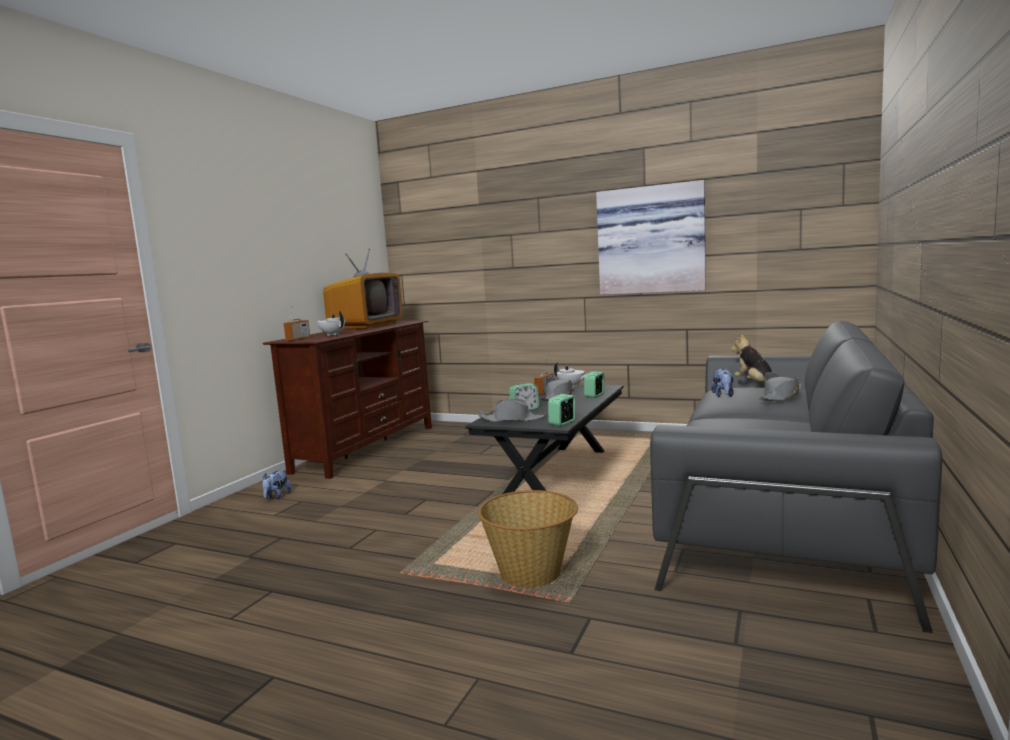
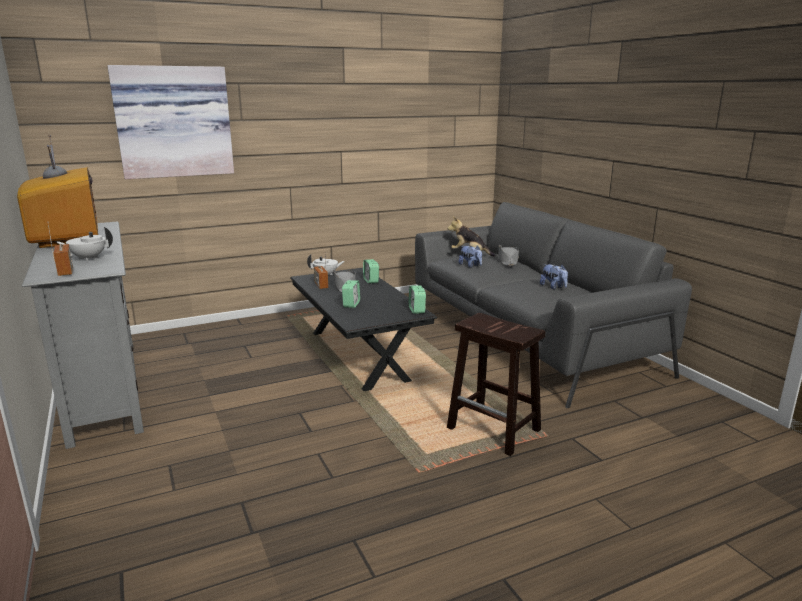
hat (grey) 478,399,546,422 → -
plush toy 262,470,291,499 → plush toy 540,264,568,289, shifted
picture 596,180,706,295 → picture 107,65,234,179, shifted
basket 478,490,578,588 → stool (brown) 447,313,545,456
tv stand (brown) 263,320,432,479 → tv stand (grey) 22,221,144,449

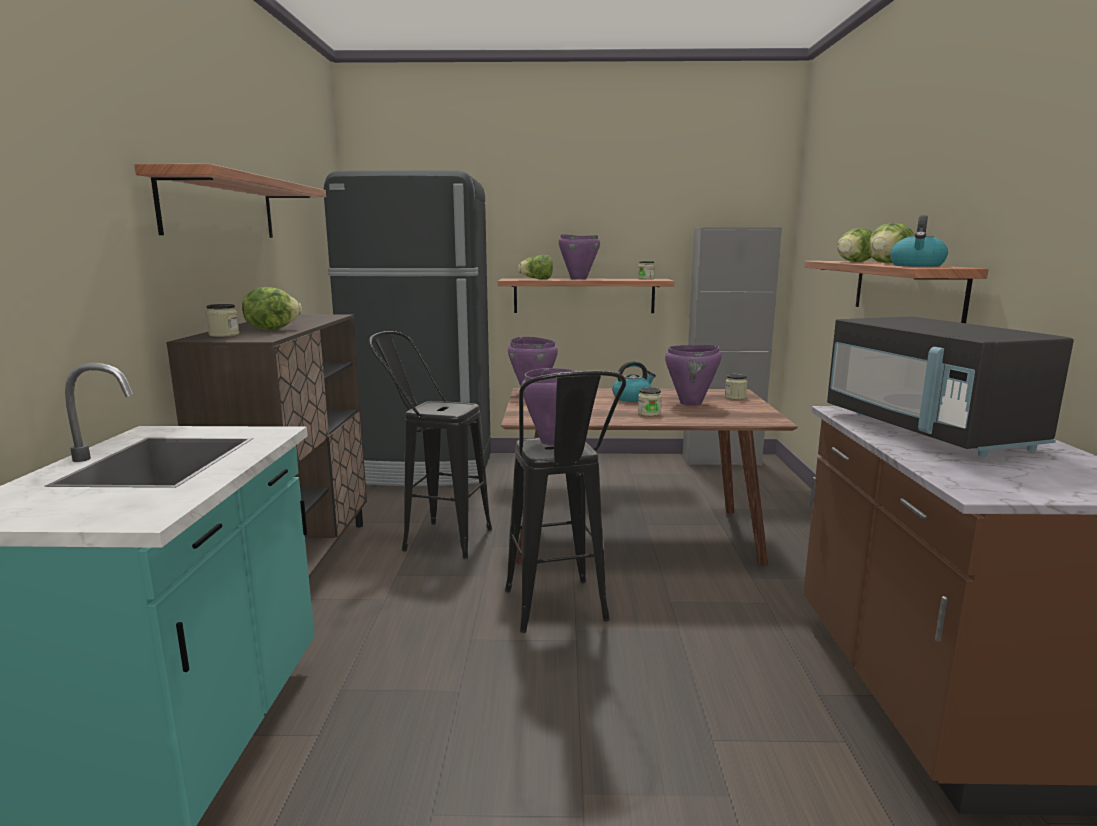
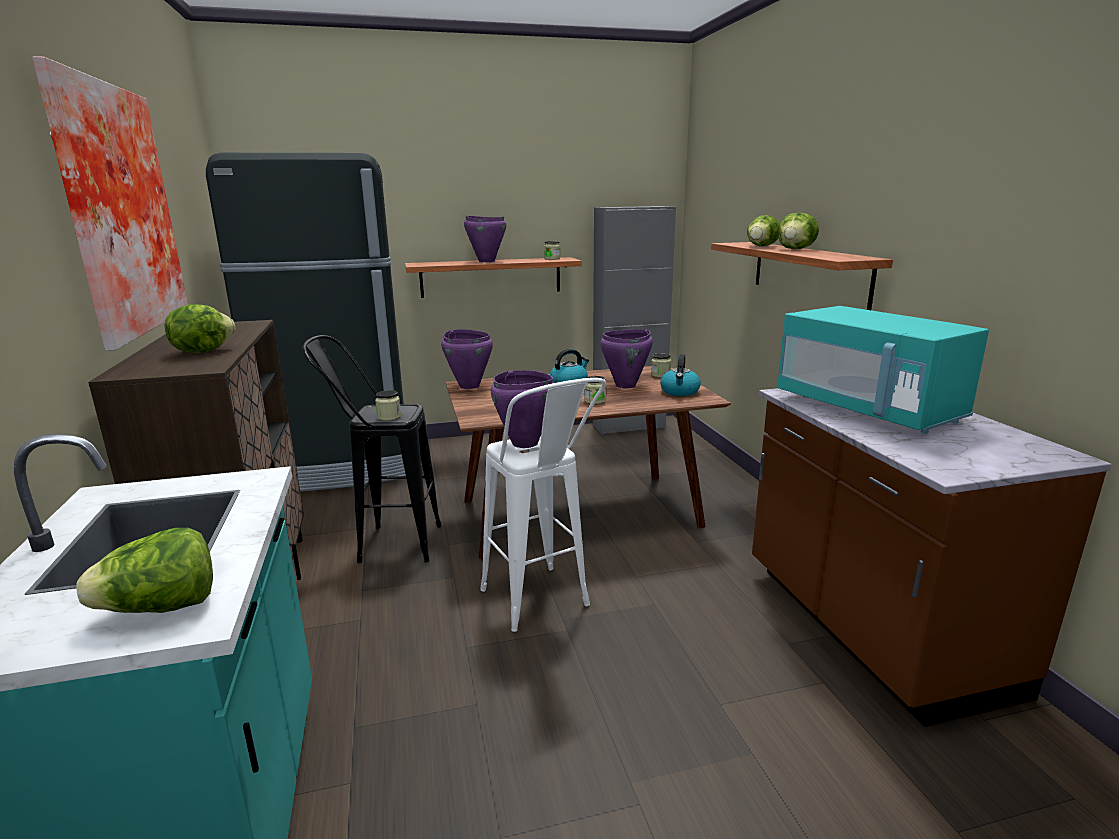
jar 206,304,239,337 → jar 375,390,401,421, shifted
lettuce 518,255,553,279 → lettuce 76,528,213,613, shifted
kettle 890,215,948,267 → kettle 660,354,701,396, shifted
shelf 134,164,326,238 → picture 32,56,188,351
stool (black) 505,371,626,633 → stool (white) 480,378,606,632
microwave (black) 827,316,1074,457 → microwave (turquoise) 777,306,989,434

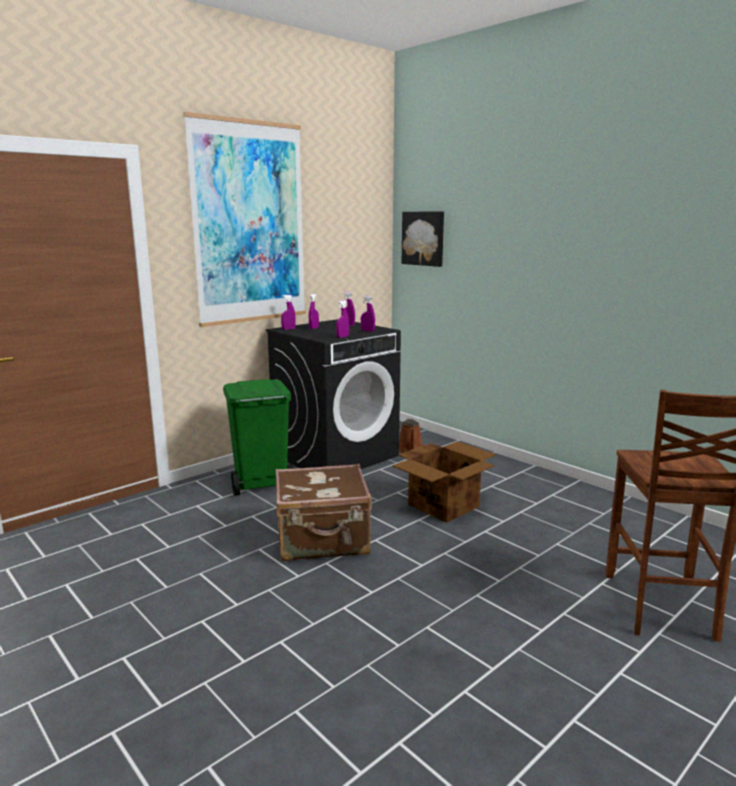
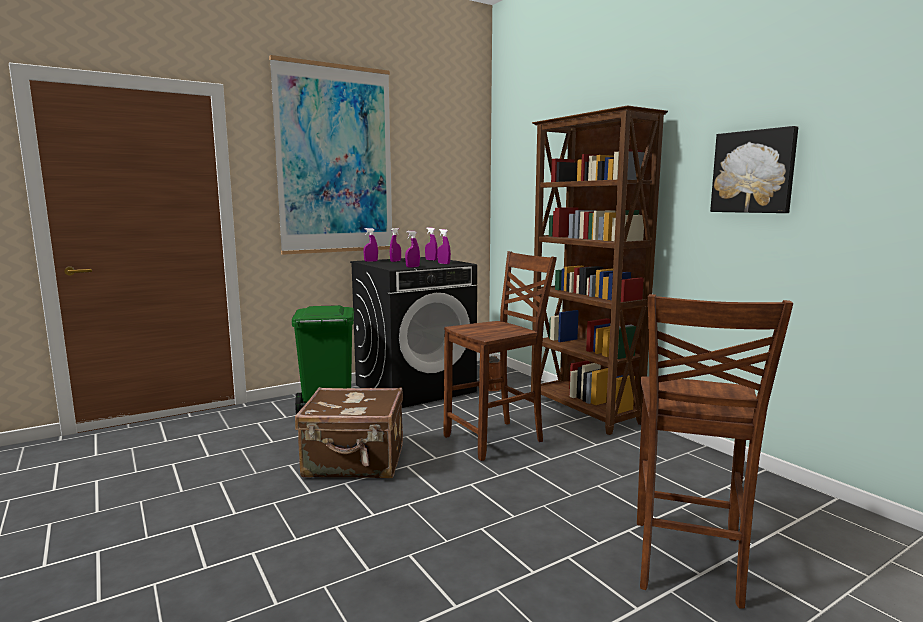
- → bookcase (brown) 531,105,668,435
picture 402,211,444,267 → picture 710,126,798,213, shifted
cardboard box 393,441,496,523 → chair (brown) 444,251,557,461

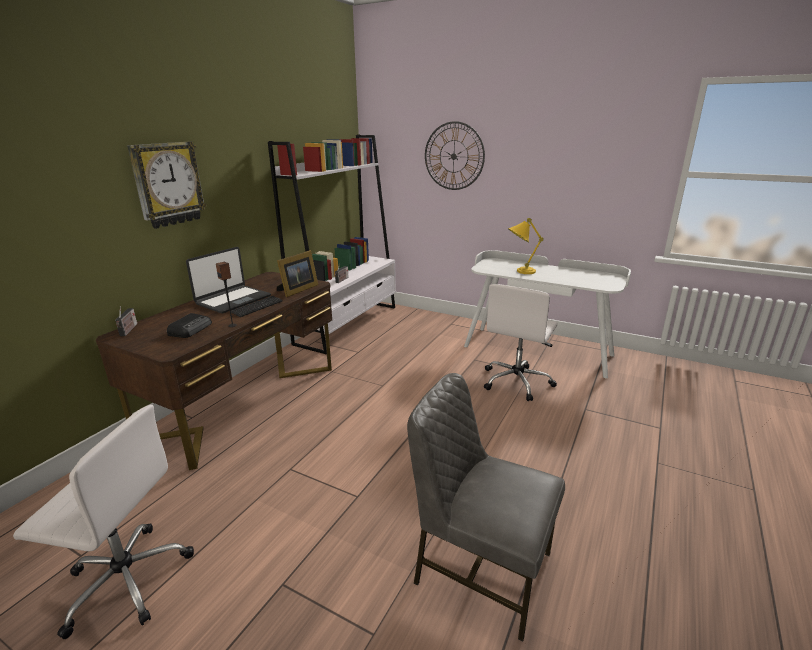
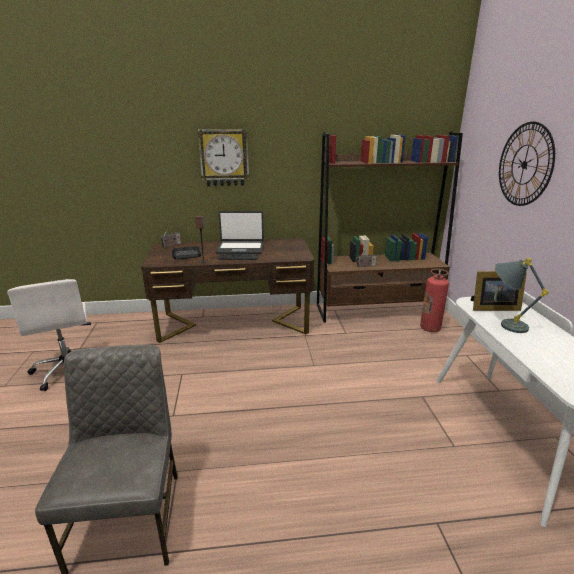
office chair (white) 484,284,558,401 → -
- → fire extinguisher 420,269,449,332
picture frame 277,250,318,297 → picture frame 471,271,527,311, shifted
bookcase (white) 268,135,396,354 → bookcase (brown) 317,132,463,323
table lamp (yellow) 508,218,544,274 → table lamp (grey) 495,258,549,333

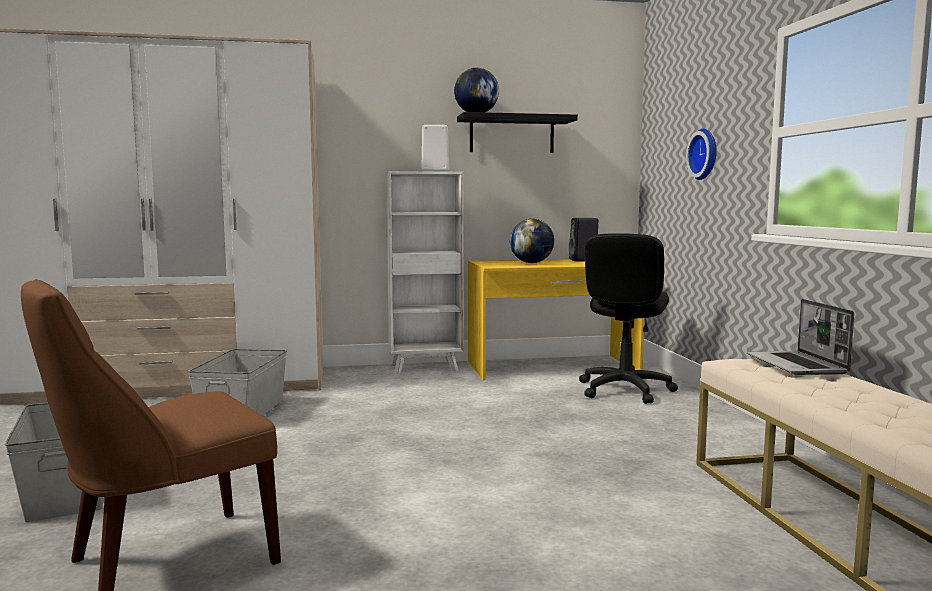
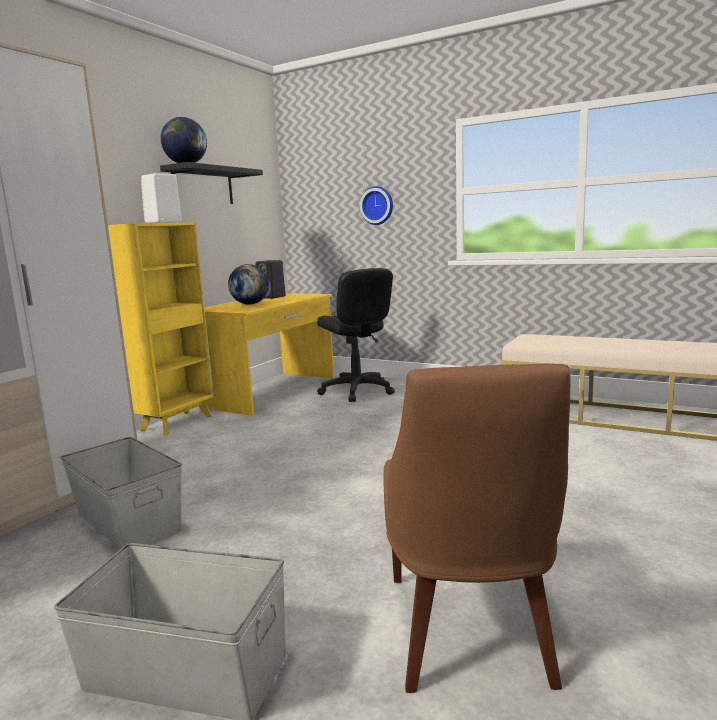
laptop 747,299,854,375 → -
bookcase (white) 386,171,464,374 → bookcase (yellow) 108,222,214,436

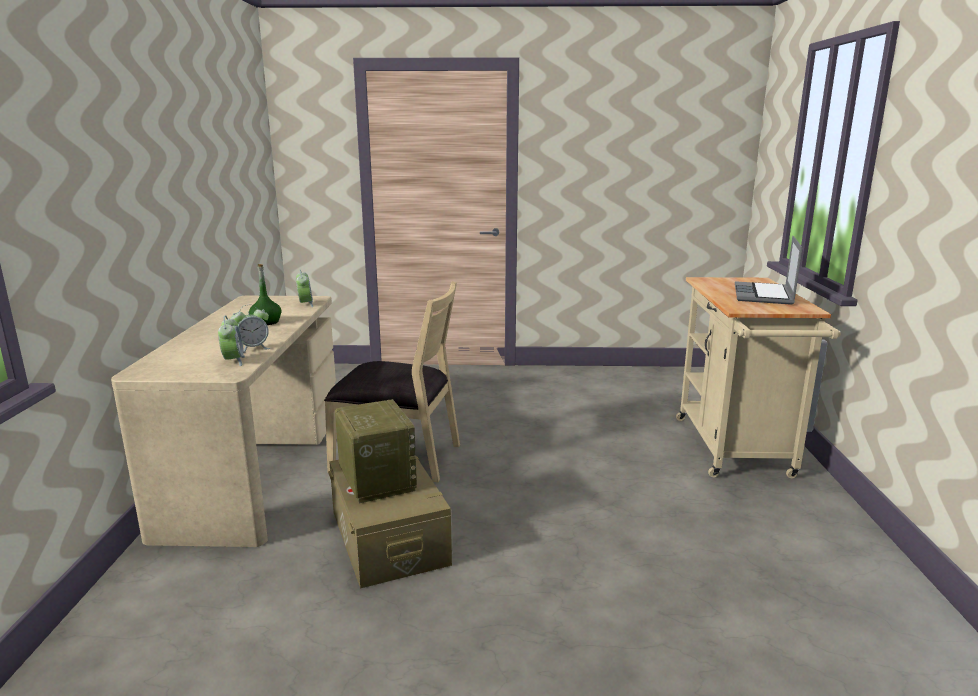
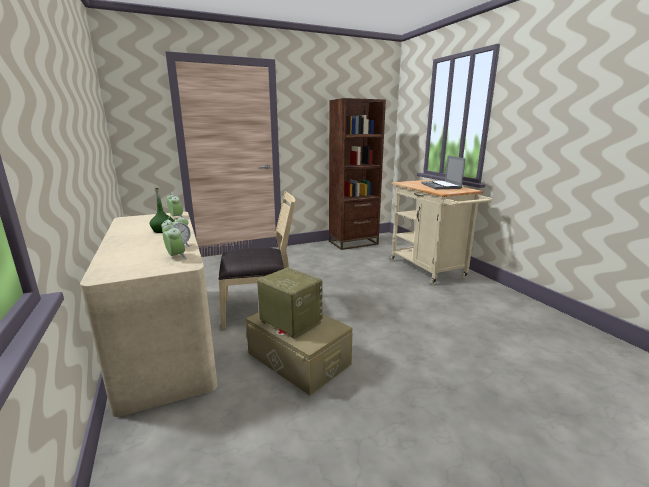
- → bookcase (brown) 329,98,386,250

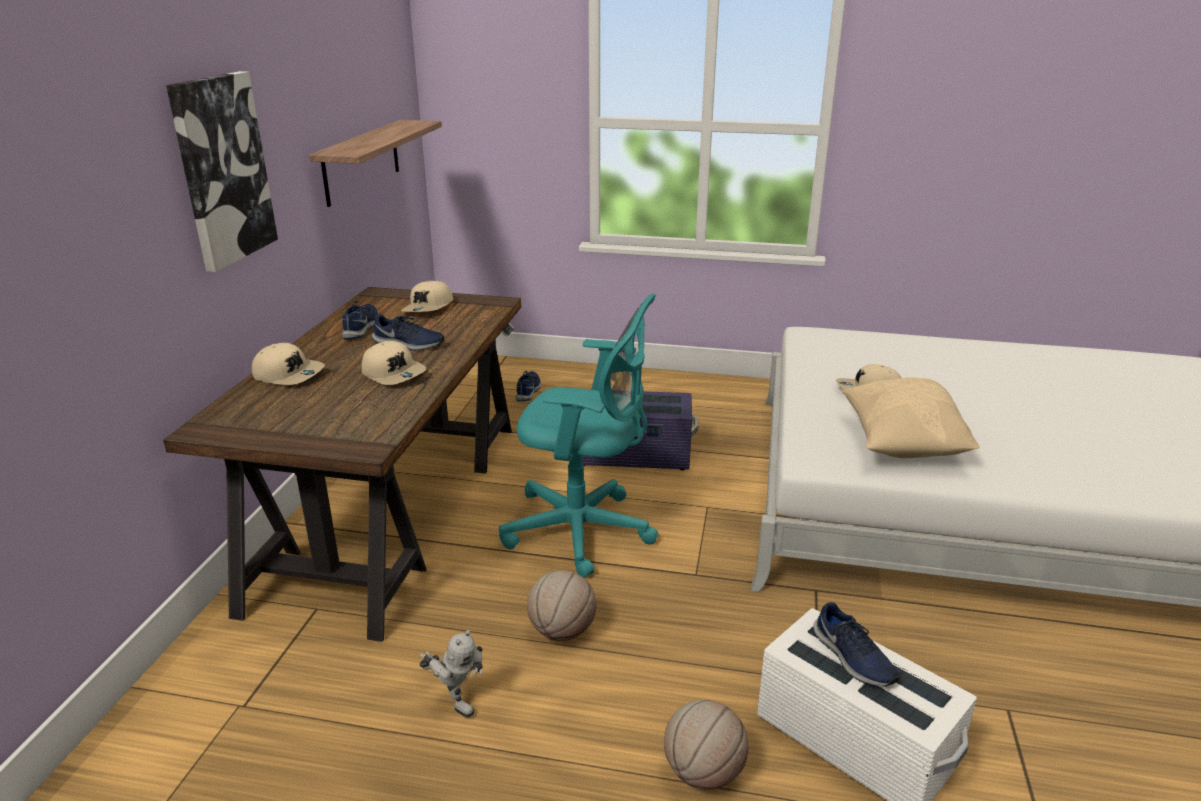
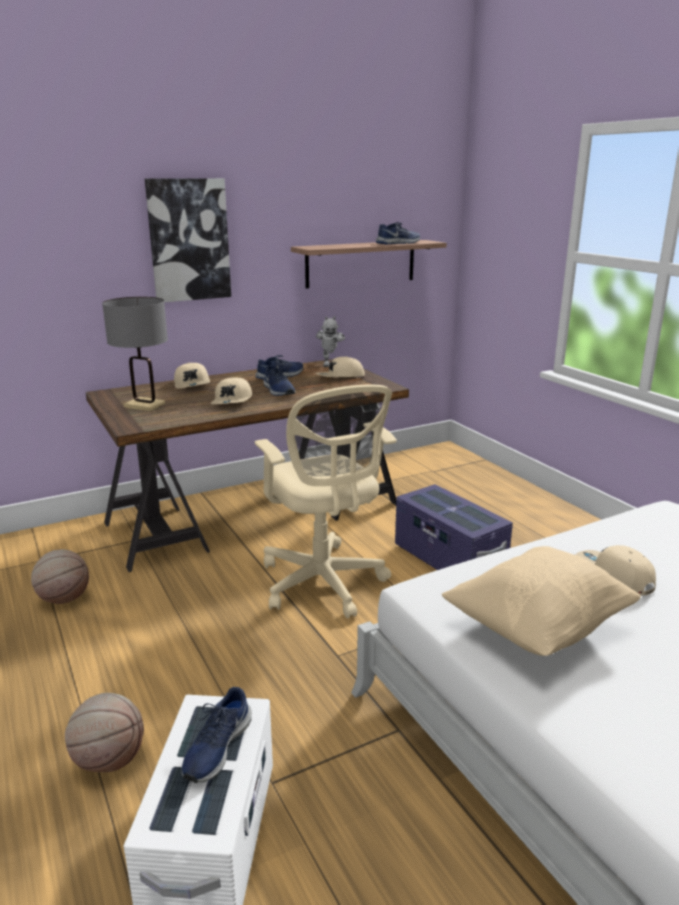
- → table lamp (grey) 102,297,168,411
toy robot 419,630,483,717 → toy robot 316,316,345,367, shifted
shoe (blue) 516,371,541,401 → shoe (blue) 376,222,420,244, shifted
basketball 527,570,597,641 → basketball 31,549,89,604, shifted
office chair (turquoise) 499,293,658,578 → office chair (beige) 255,384,397,619

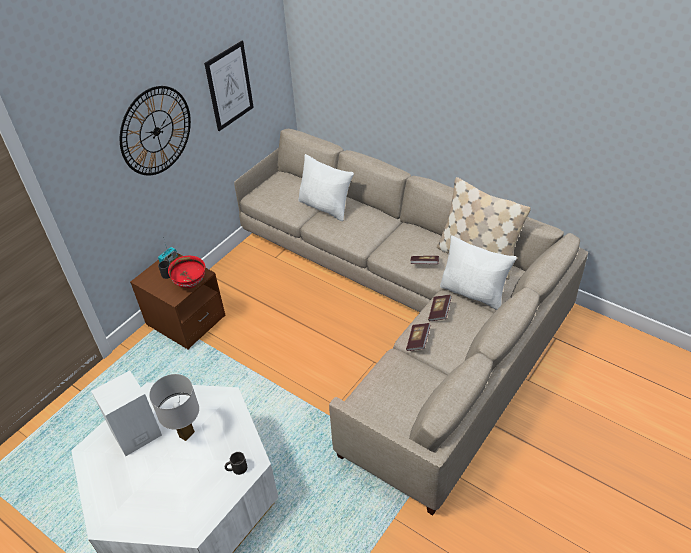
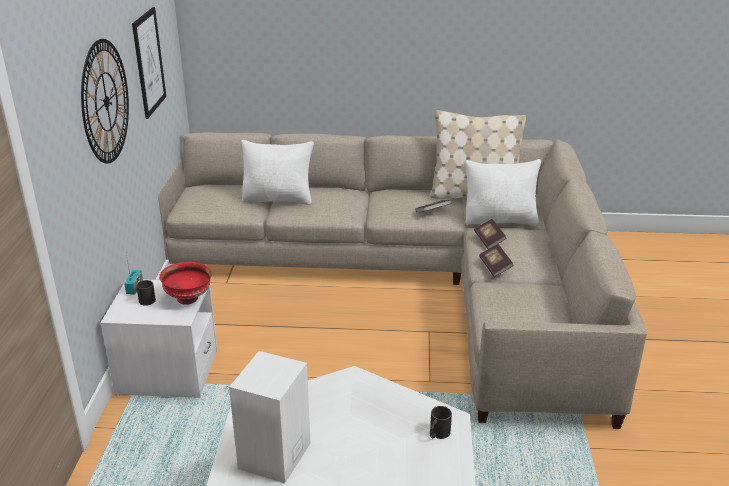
table lamp (white) 149,374,199,441 → -
nightstand (brown) 130,253,226,349 → nightstand (white) 100,279,218,398

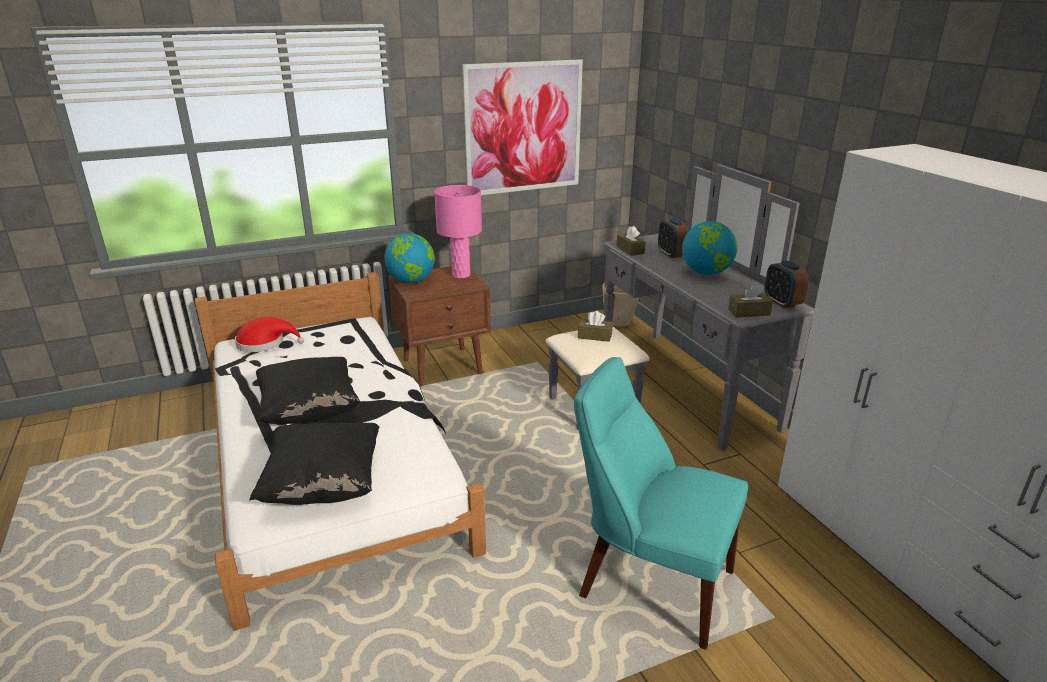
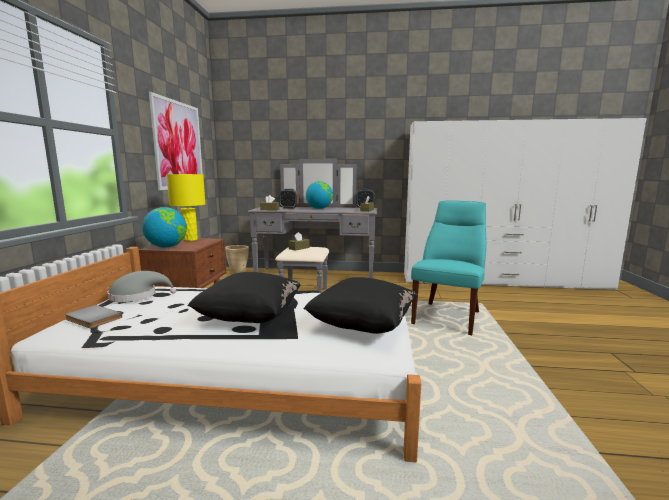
- → hat (grey) 107,271,177,302
hat (red) 235,317,304,352 → book (grey) 65,305,122,328
table lamp (pink) 434,185,482,278 → table lamp (yellow) 166,174,205,241
chair (turquoise) 574,357,748,650 → chair (turquoise) 411,201,487,335, 150 degrees clockwise

